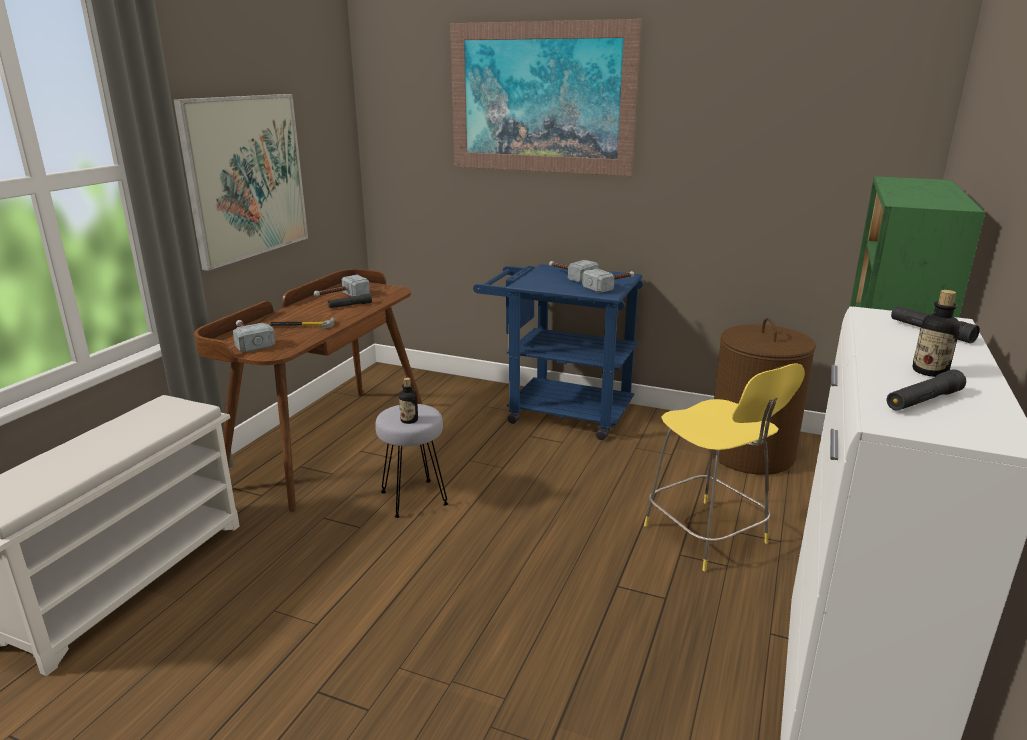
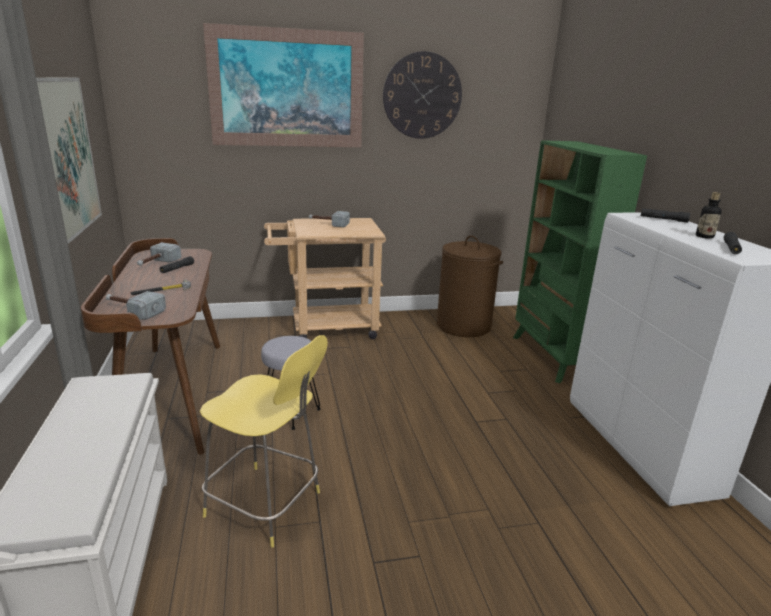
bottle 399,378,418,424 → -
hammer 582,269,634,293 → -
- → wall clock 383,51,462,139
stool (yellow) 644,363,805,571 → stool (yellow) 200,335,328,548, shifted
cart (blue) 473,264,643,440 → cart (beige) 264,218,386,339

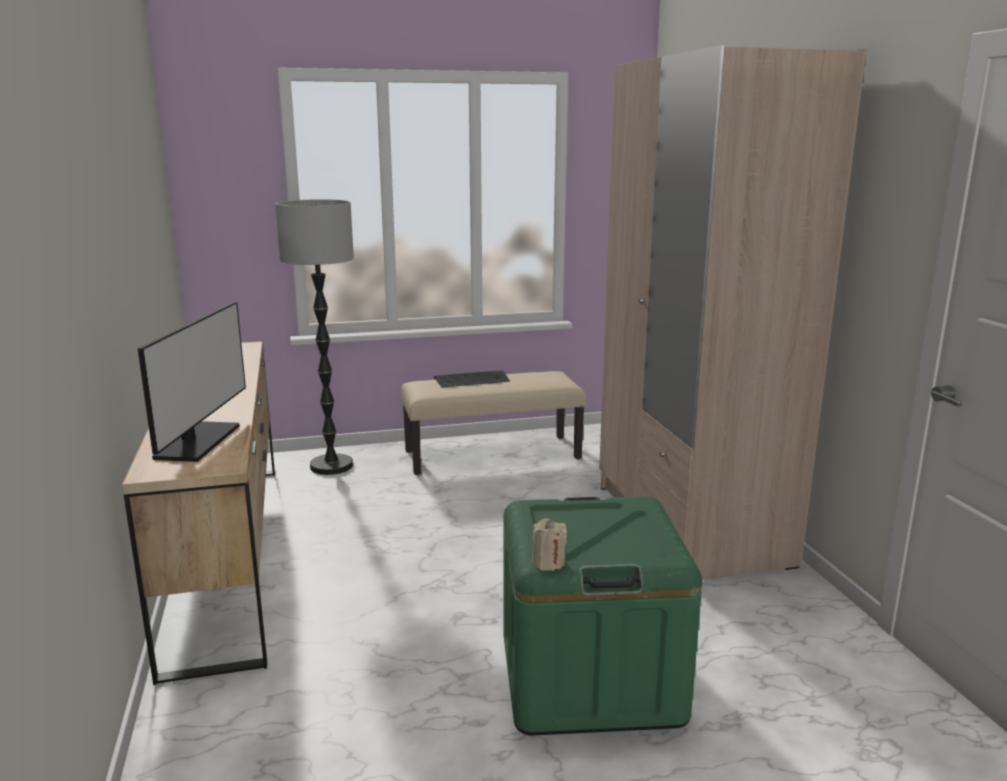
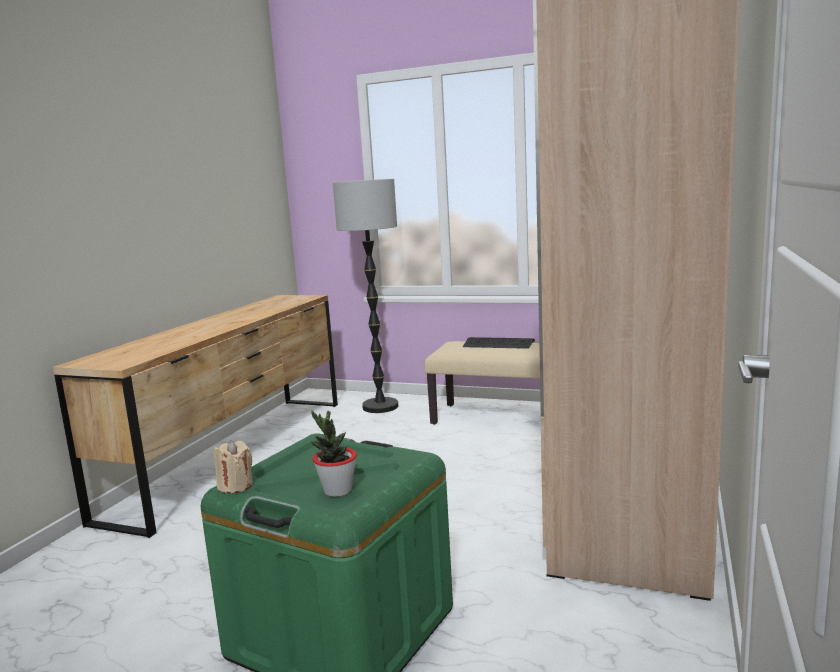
monitor 138,302,246,462 → -
- → potted plant 311,410,357,497

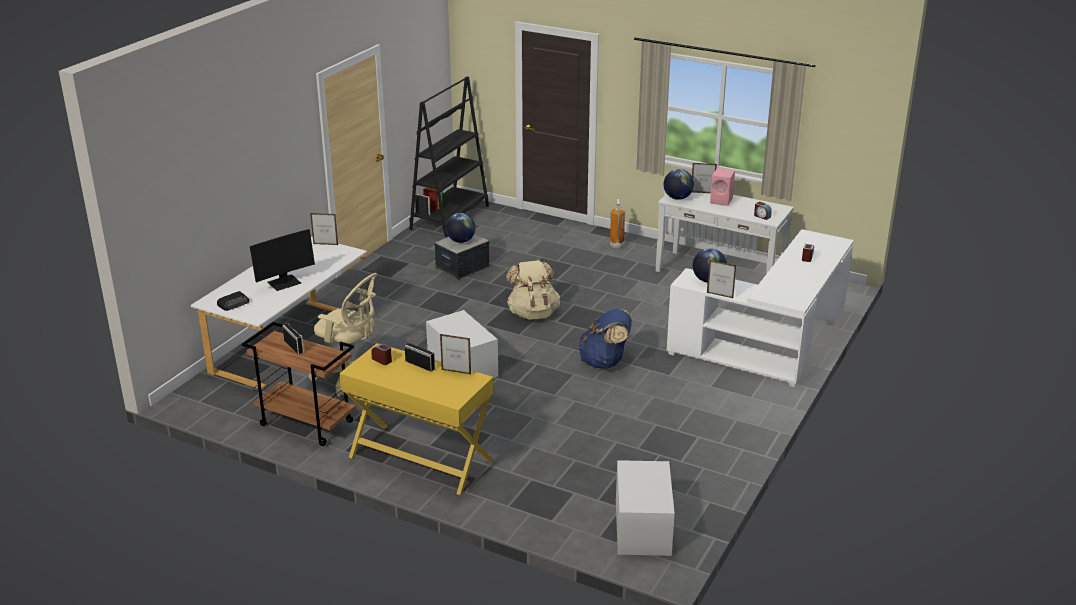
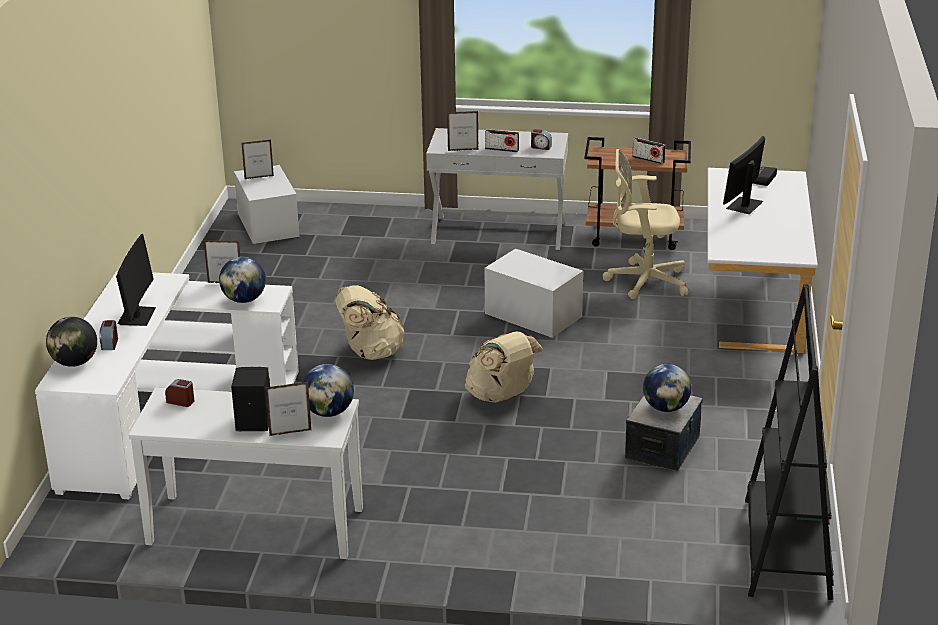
fire extinguisher 610,199,625,248 → -
- → globe 46,317,97,367
- → monitor 116,234,156,326
picture frame 310,213,338,245 → picture frame 241,140,274,179, shifted
console table (yellow) 339,343,493,495 → console table (white) 426,128,568,250
backpack (blue) 578,309,632,369 → backpack (beige) 335,285,405,360
speaker (pink) 710,168,735,206 → speaker (black) 231,367,270,431

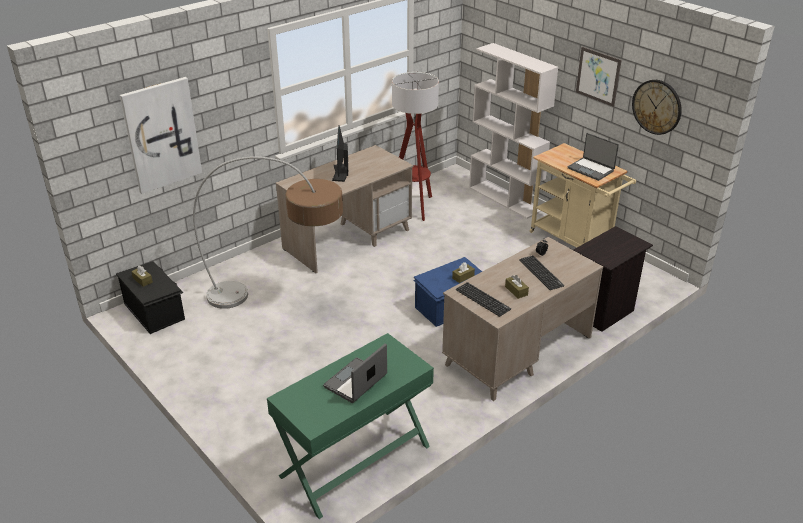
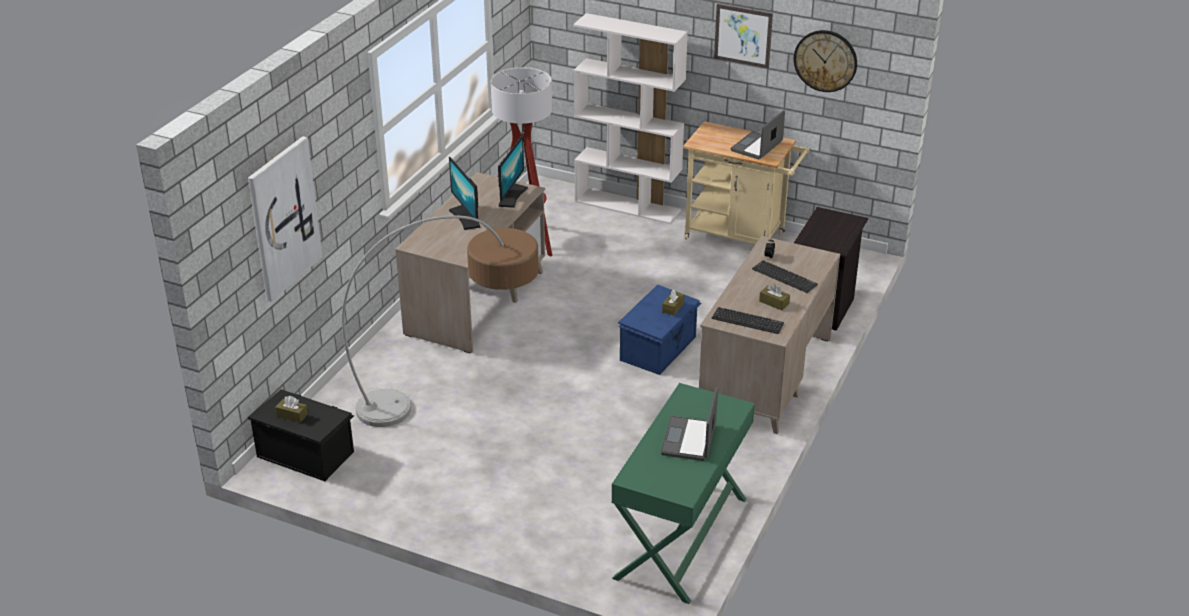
- → monitor 498,136,528,208
laptop 568,133,619,181 → laptop 731,110,785,160, 105 degrees clockwise

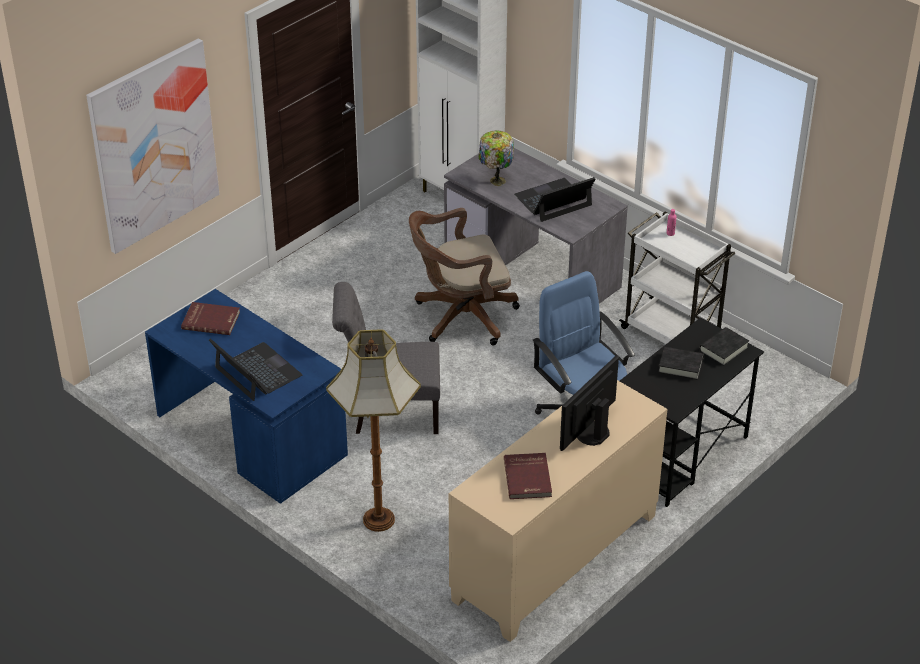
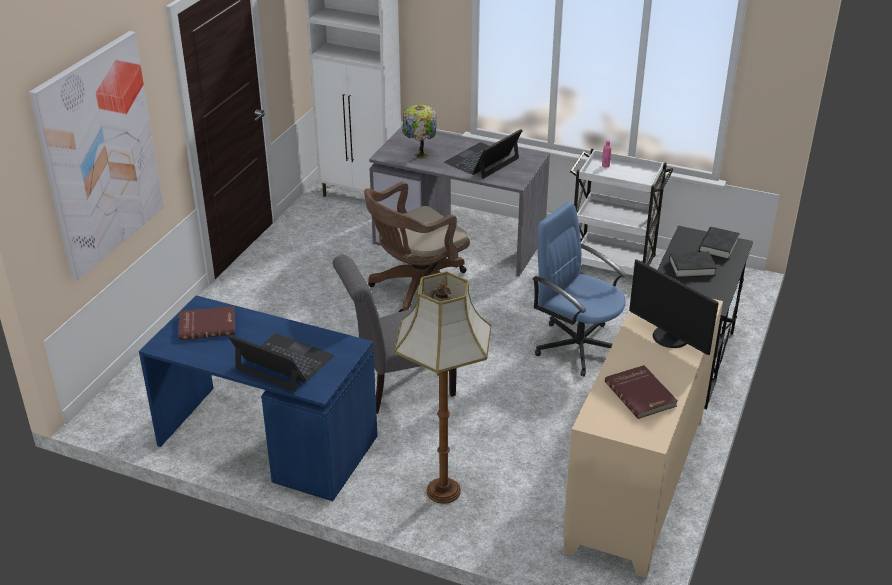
monitor 560,355,619,451 → monitor 629,259,719,355, 60 degrees counterclockwise

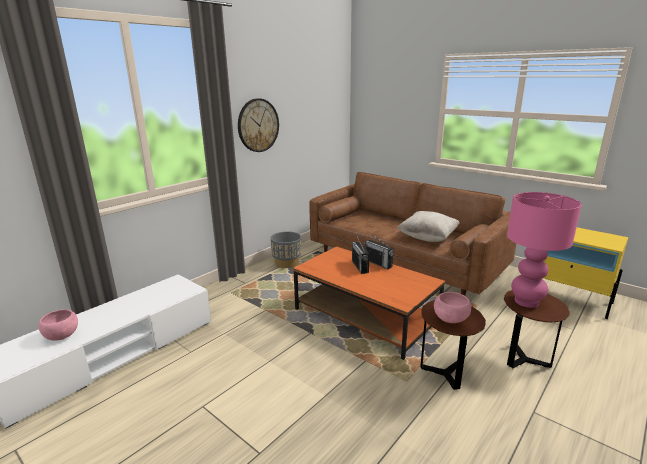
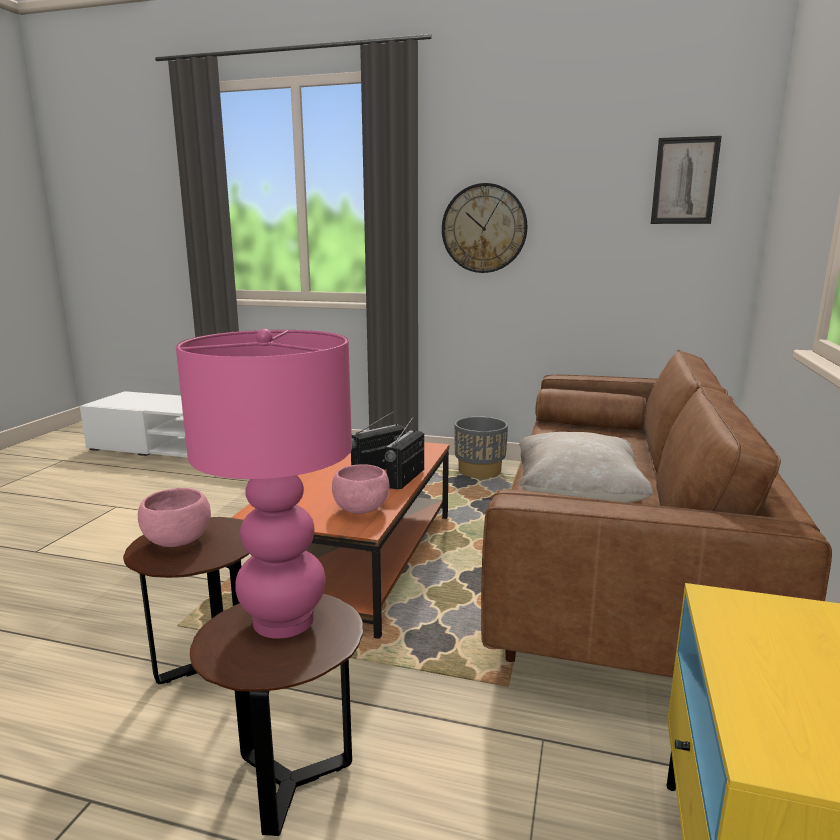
- → picture 651,136,722,224
bowl (pink) 38,309,78,341 → bowl (pink) 332,464,389,514, shifted

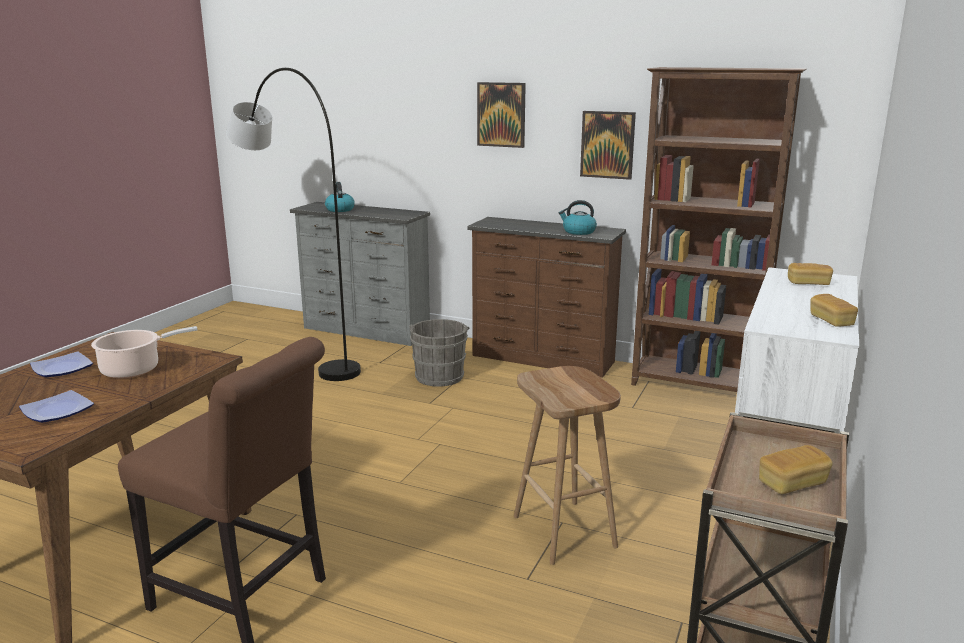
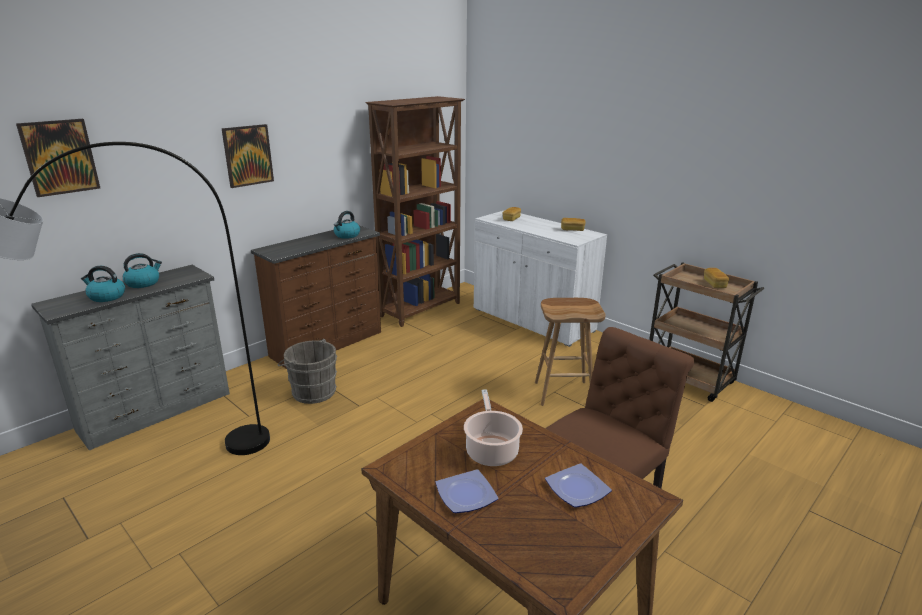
- → kettle 123,253,162,288
picture 580,111,636,180 → picture 16,119,100,197, shifted

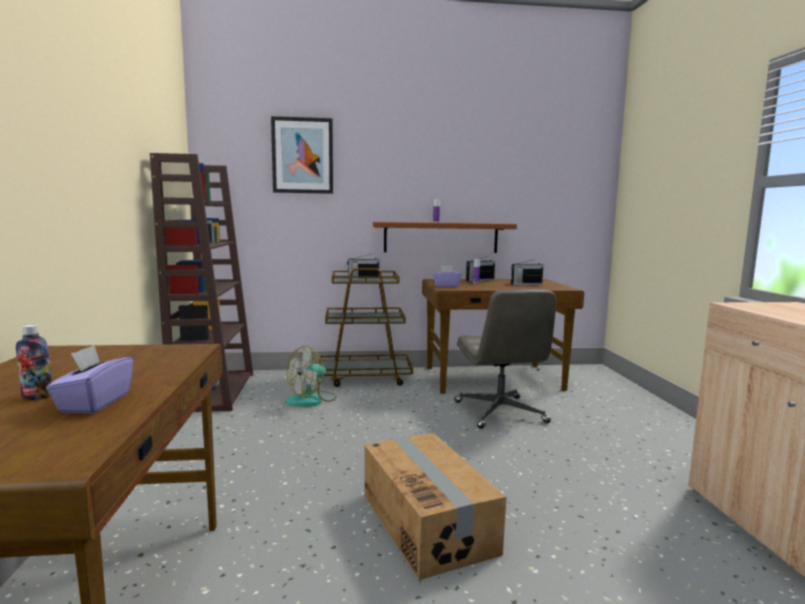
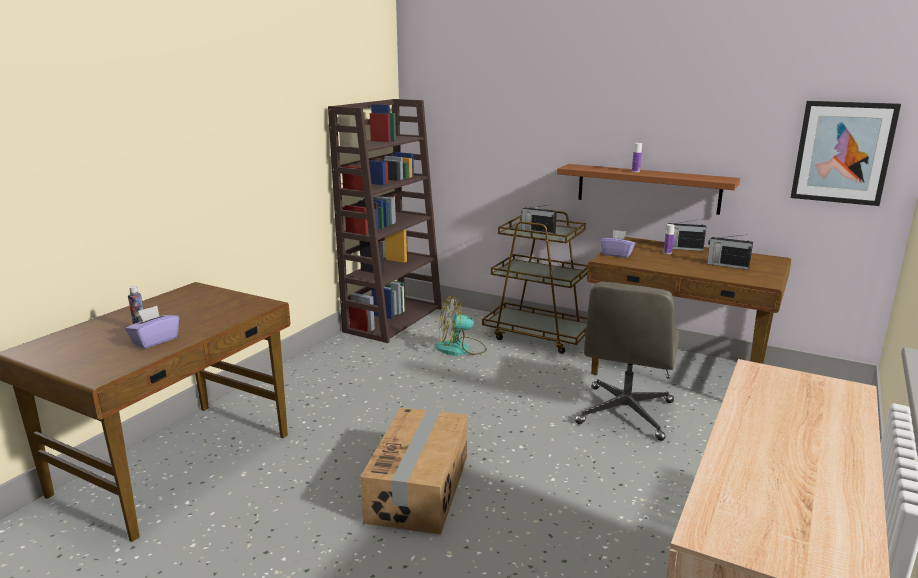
picture 271,116,333,194 → picture 791,101,901,206, shifted

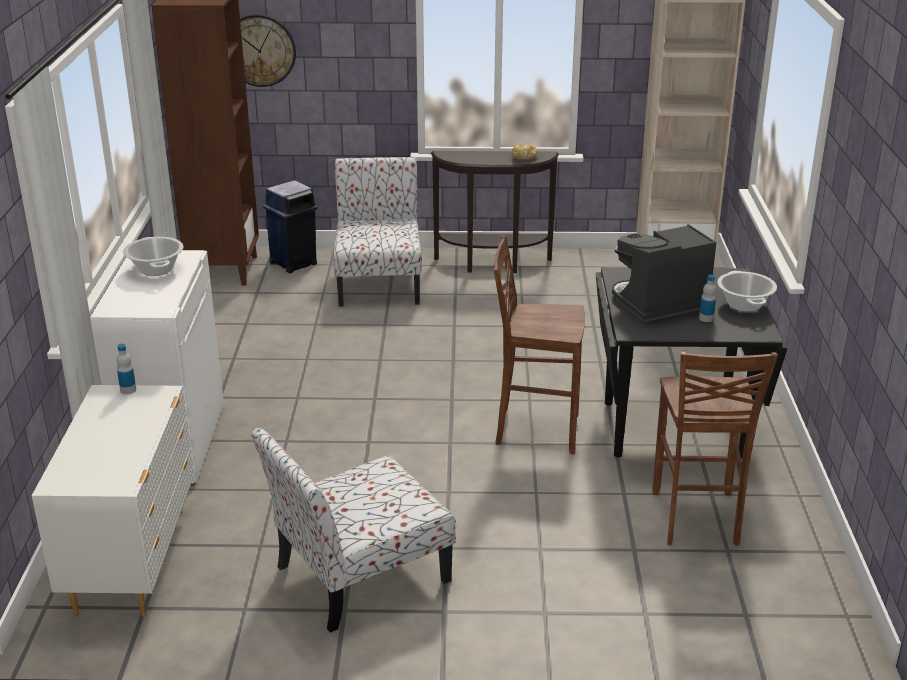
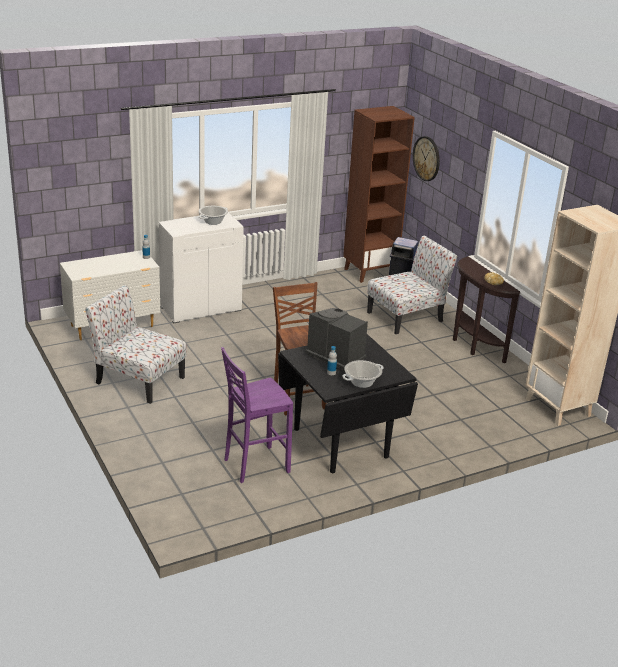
stool (brown) 652,352,778,546 → stool (purple) 221,347,293,483

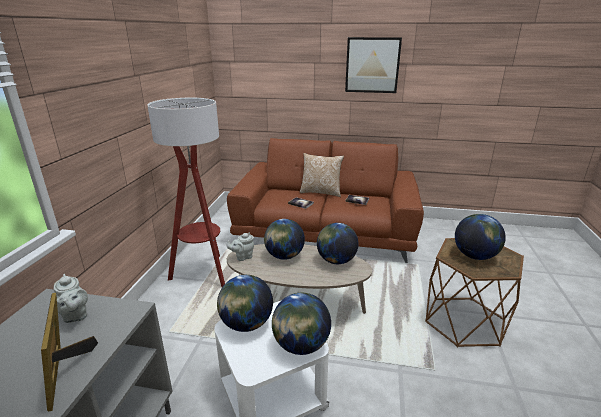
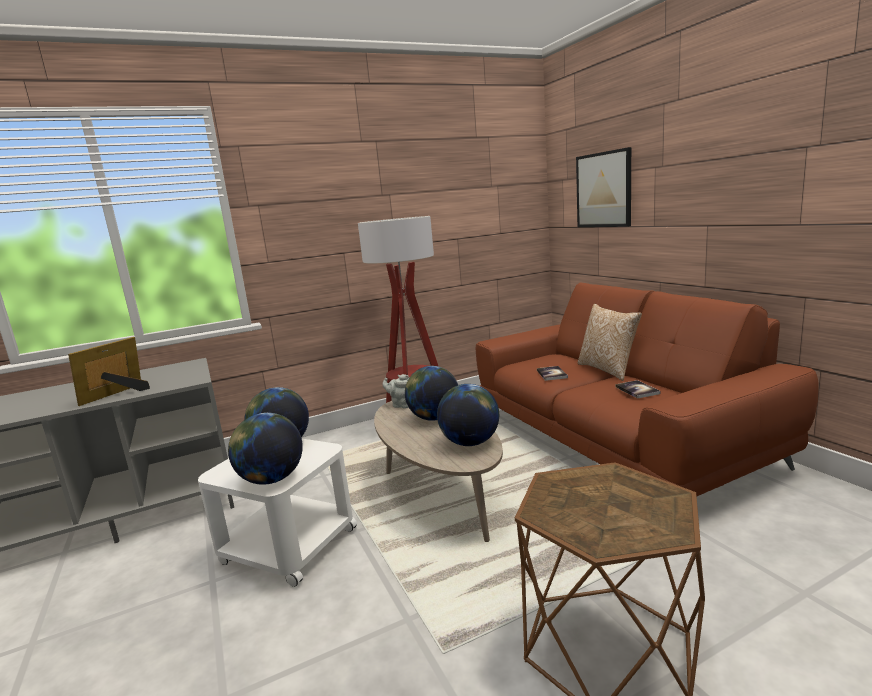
teapot (grey) 54,274,88,323 → -
globe 455,214,506,260 → -
picture 345,37,402,93 → picture 576,147,631,227, shifted

